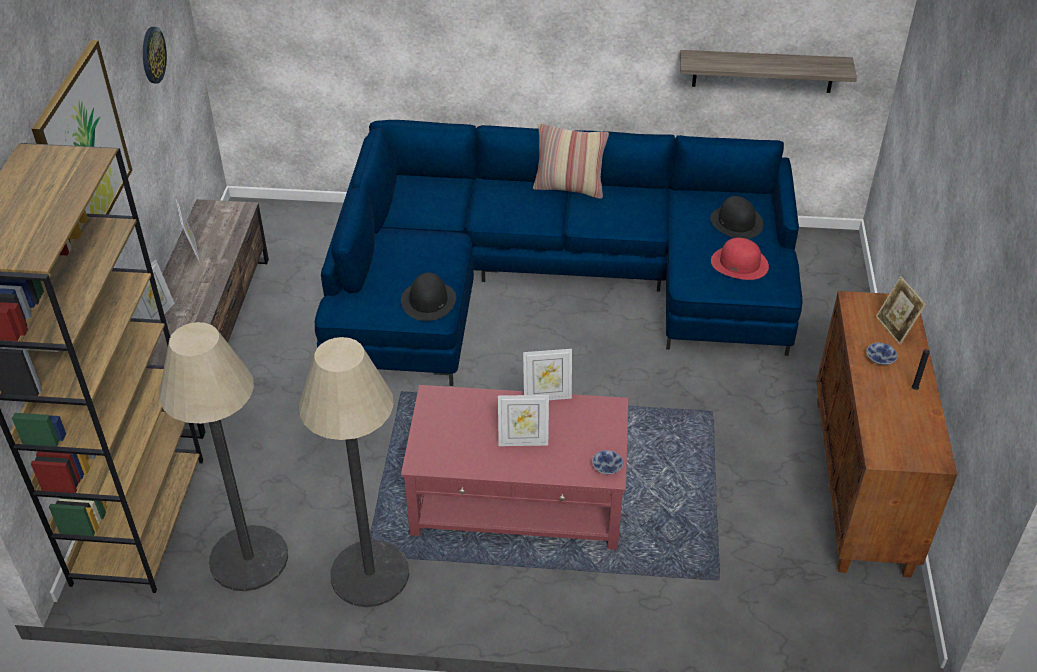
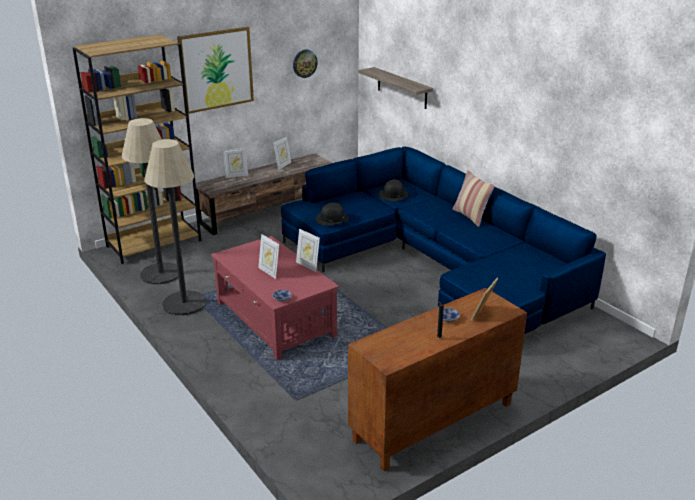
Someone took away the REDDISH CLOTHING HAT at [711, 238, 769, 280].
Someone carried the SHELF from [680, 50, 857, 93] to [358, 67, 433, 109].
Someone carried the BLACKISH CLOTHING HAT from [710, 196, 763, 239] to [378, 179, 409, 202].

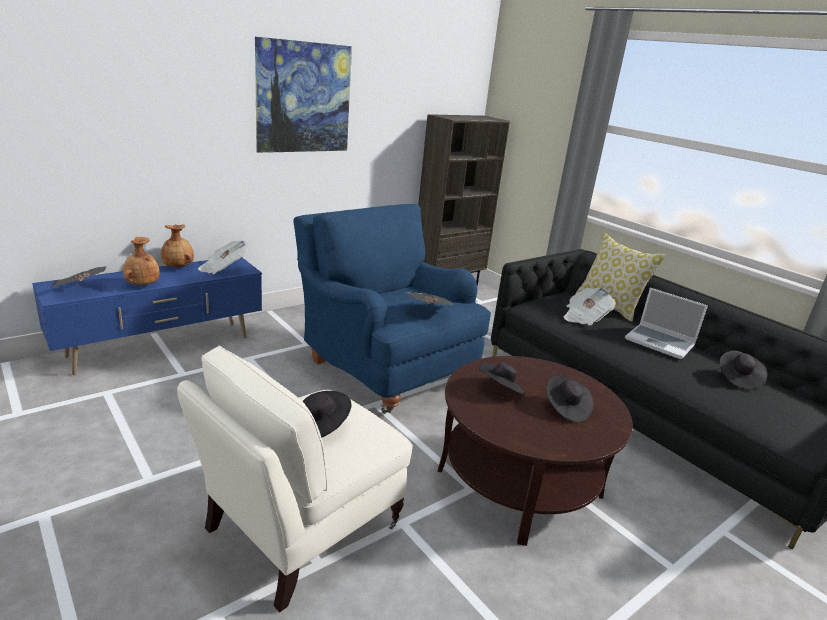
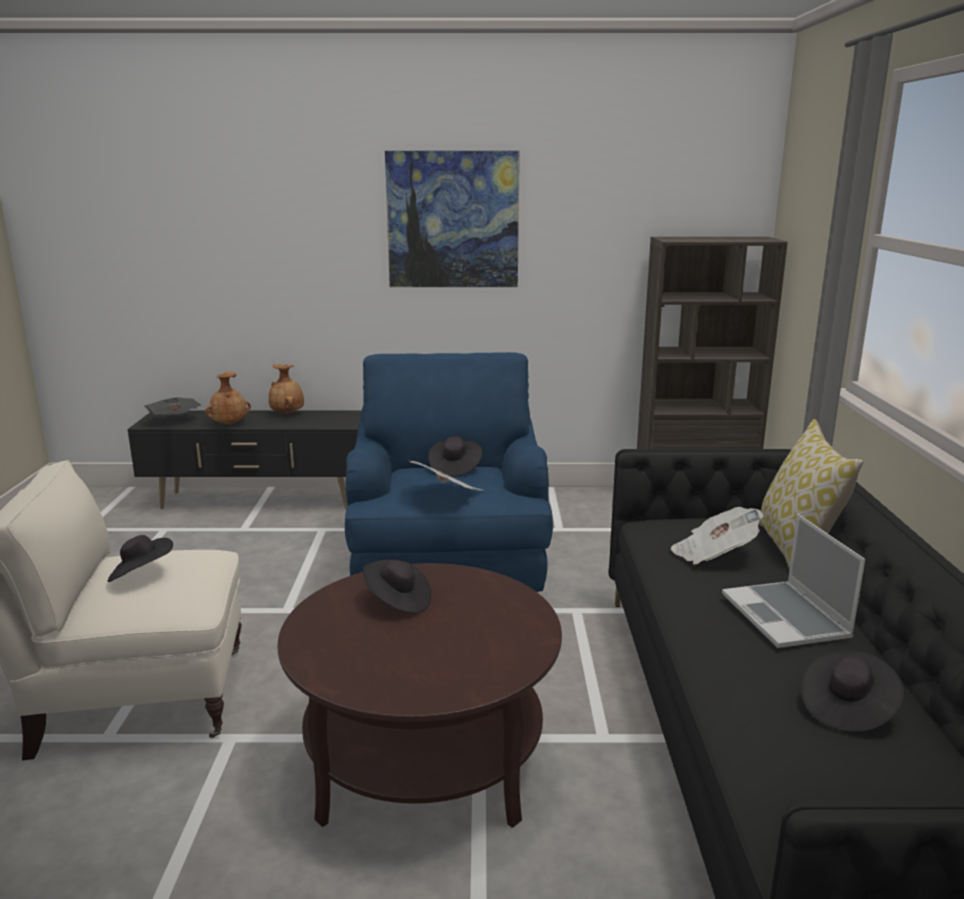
Someone took away the NEWSPAPER at [198, 241, 247, 274].
Someone carried the BLACKISH CLOTHING HAT from [546, 376, 593, 423] to [428, 436, 482, 477].
Someone repainted the BLUE-COLOURED TV STAND at [32, 257, 262, 375], which became the BLACKISH TV STAND at [128, 411, 361, 509].

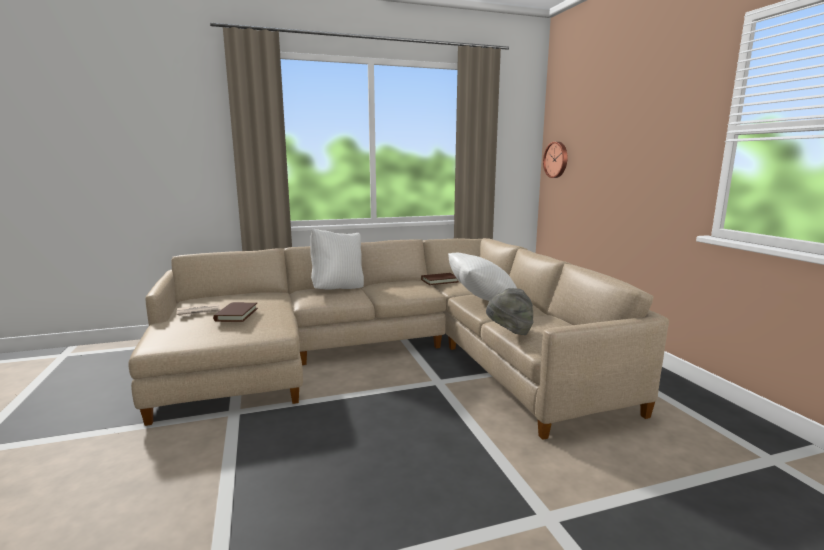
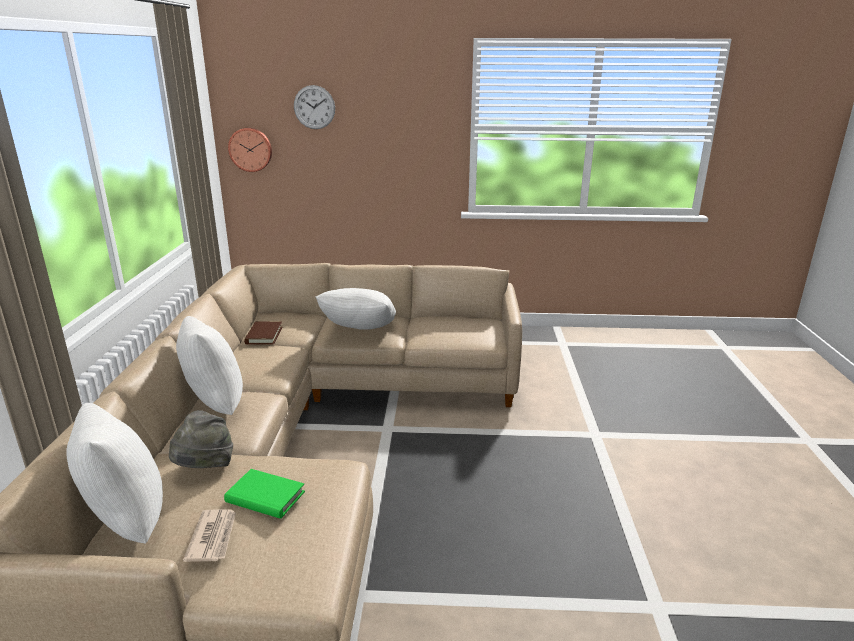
Someone put down the WHITISH THROW PILLOW at [66, 403, 163, 543].
Someone put up the CLOCK ON THE WALL at [294, 85, 335, 129].
Someone carried the GREY CLOTHING HAT from [486, 288, 533, 335] to [169, 410, 233, 468].
Someone repainted the BROWN VOLUME at [213, 302, 258, 322], which became the GREEN VOLUME at [224, 469, 305, 519].

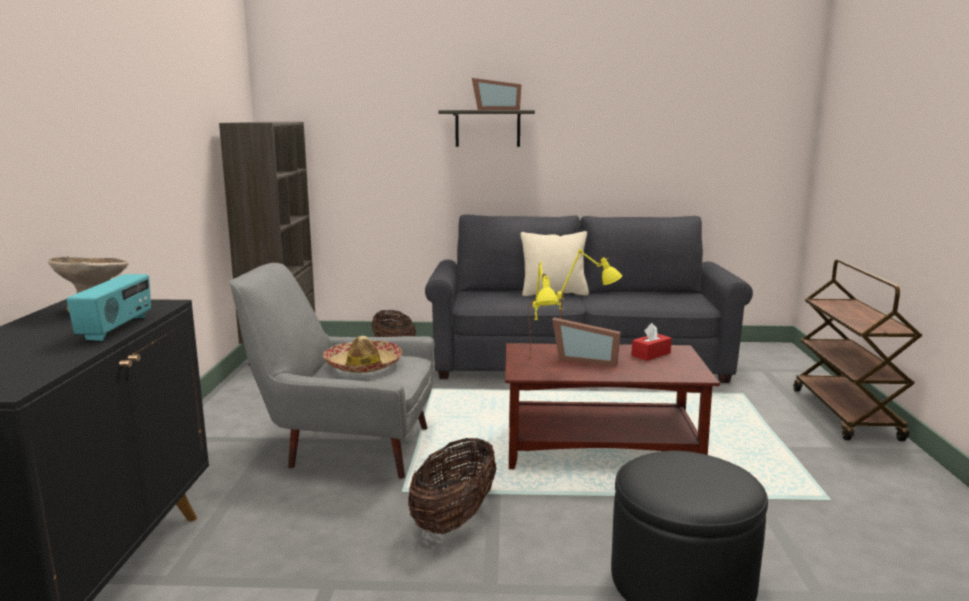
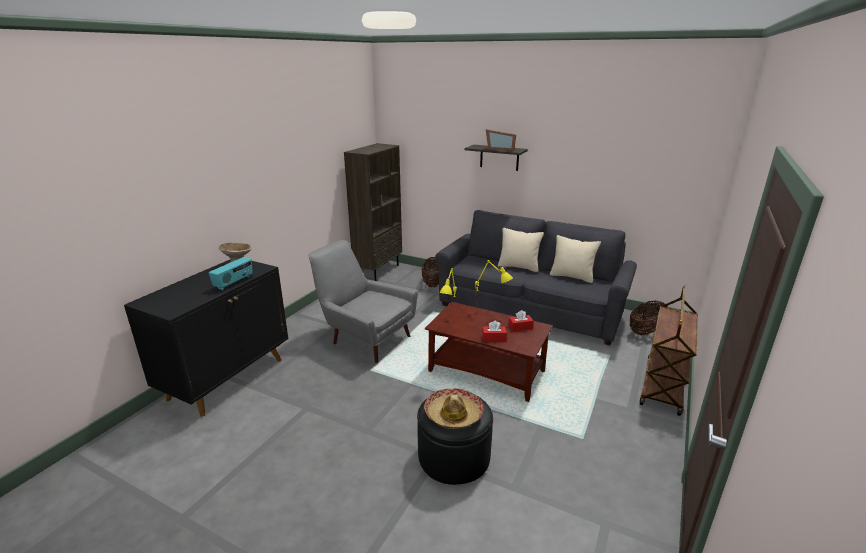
Someone took away the STANDING FRAME at [552, 317, 621, 366].
Someone put down the REDDISH TISSUE BOX at [482, 321, 507, 341].
Someone put down the BEIGE THROW PILLOW at [550, 235, 601, 283].
Someone carried the CLOTHING HAT from [323, 336, 402, 373] to [424, 388, 483, 429].
Someone carried the HOUSEHOLD BASKET from [408, 438, 496, 534] to [629, 301, 668, 335].

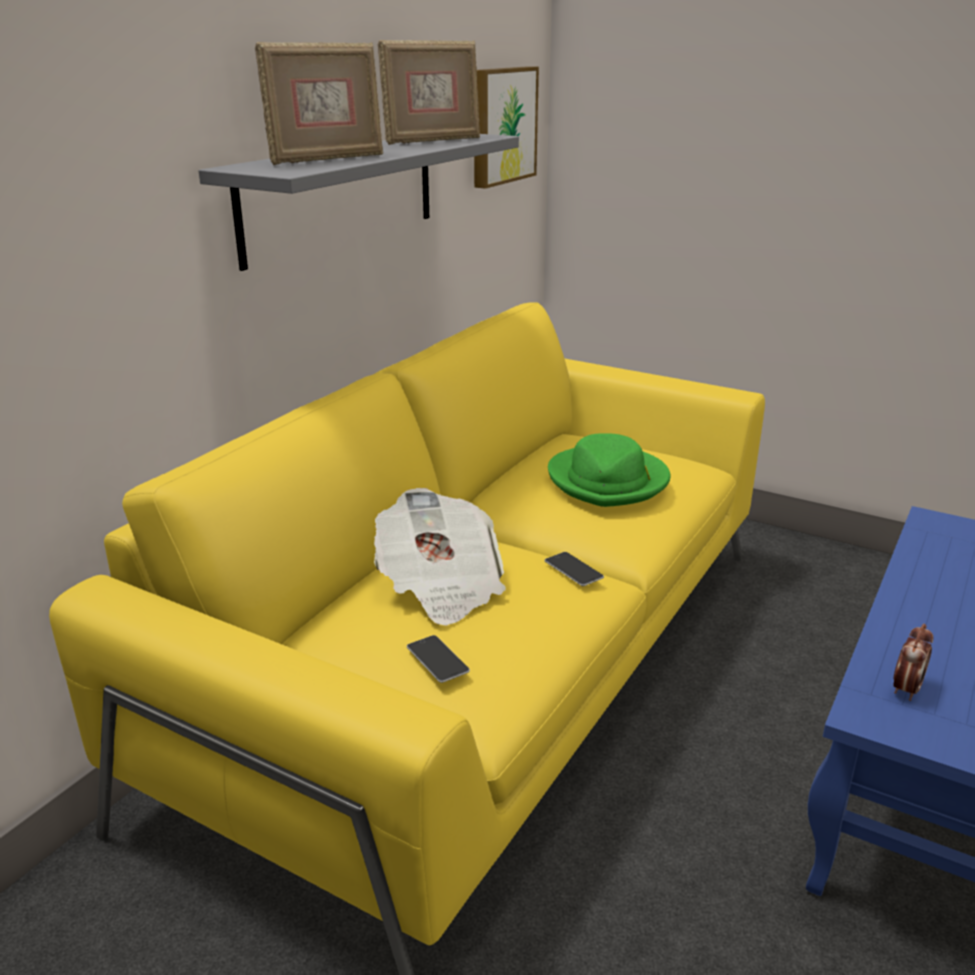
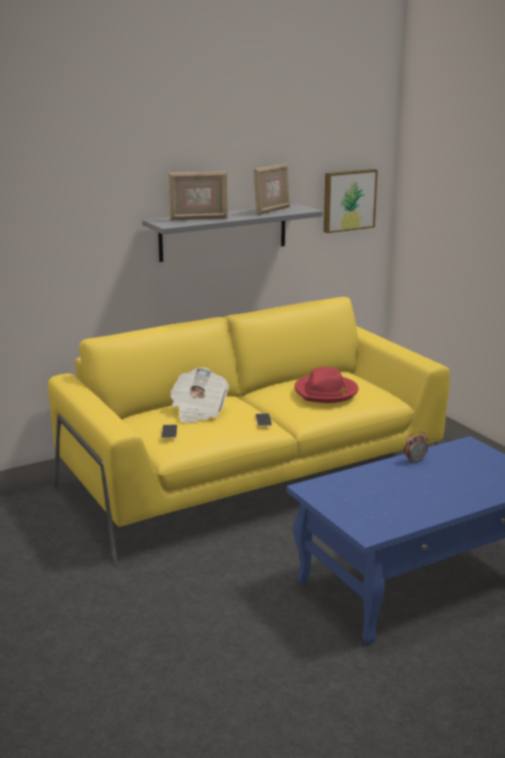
Someone carried the TABLE CLOCK from [894, 623, 933, 701] to [404, 431, 428, 463].
Someone repainted the GREEN CLOTHING HAT at [548, 433, 671, 507], which became the REDDISH CLOTHING HAT at [294, 367, 358, 403].
Someone rotated the STANDING FRAME at [378, 40, 480, 145] by 45 degrees counterclockwise.

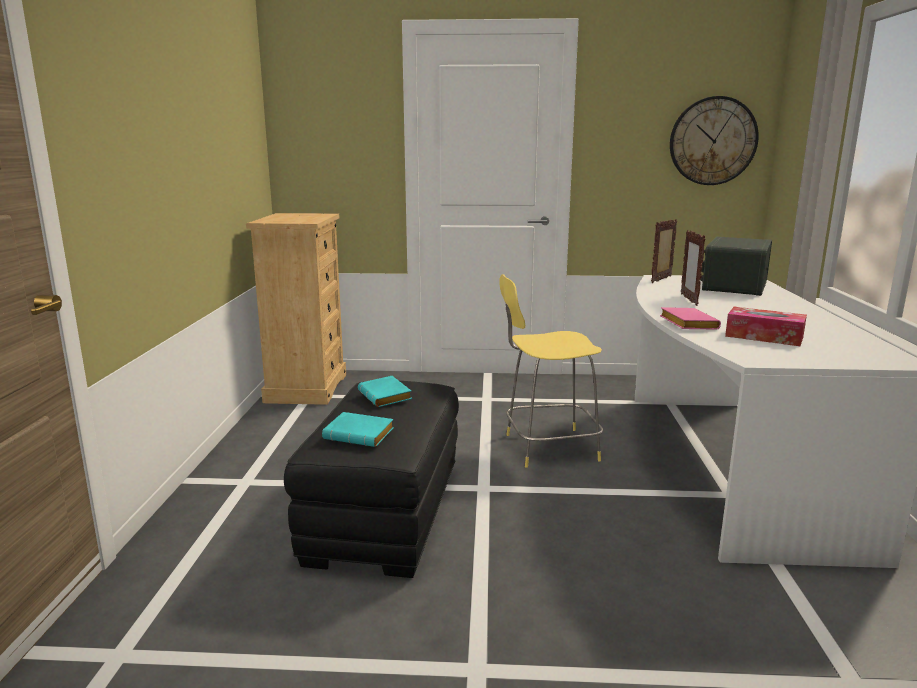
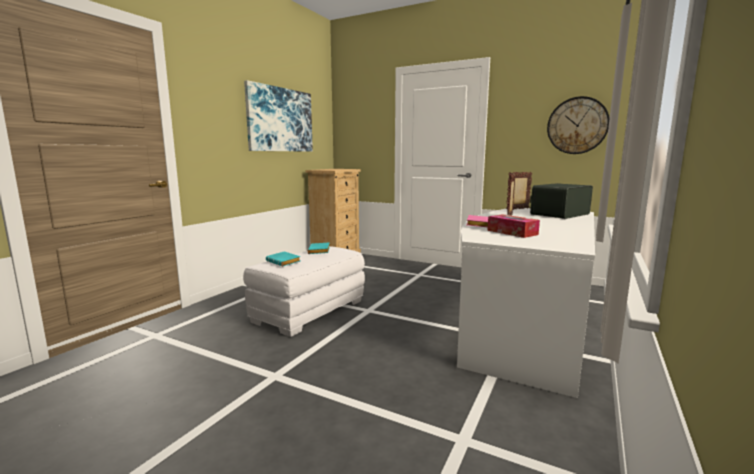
Someone took away the YELLOW-COLOURED STOOL SEAT at [499, 274, 603, 468].
Someone put up the WALL PICTURE at [244, 80, 313, 152].
Someone repainted the BLACKISH OTTOMAN at [284, 381, 459, 578], which became the WHITISH OTTOMAN at [243, 246, 365, 337].

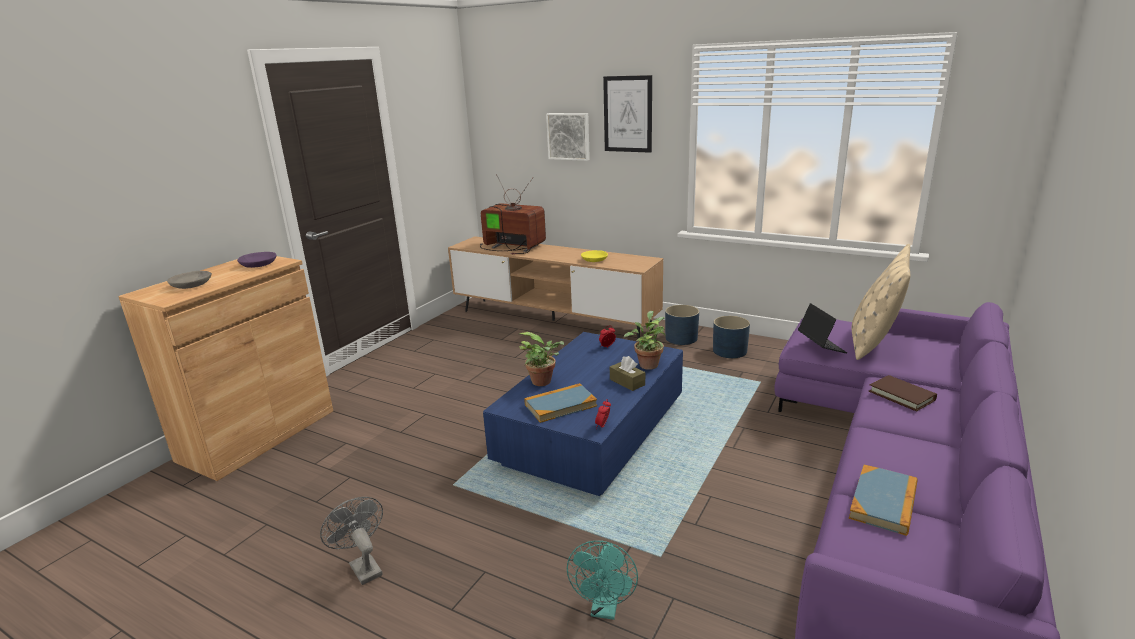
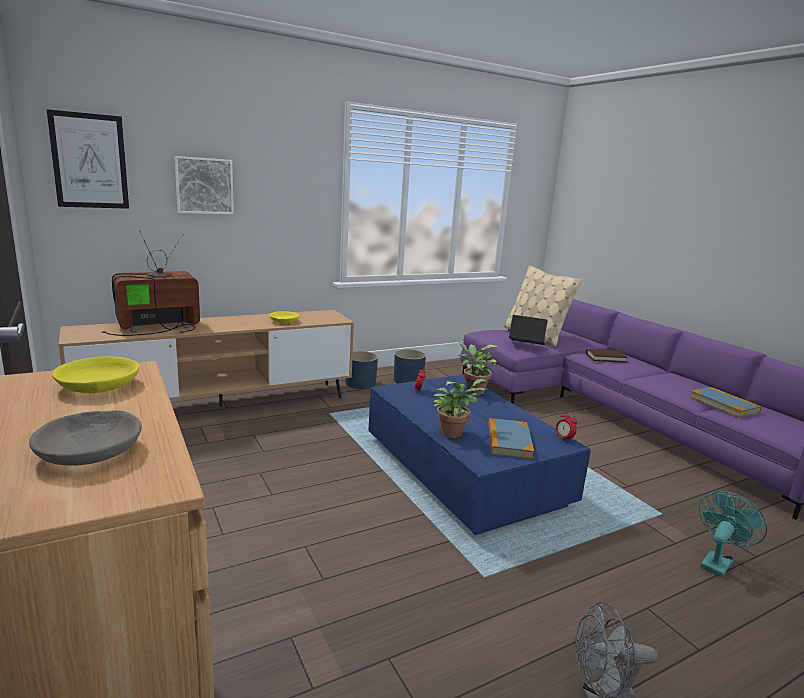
Someone took away the BROWN TISSUE BOX at [610, 356, 645, 391].
Someone carried the WALL PICTURE from [603, 75, 652, 153] to [47, 109, 129, 209].
Someone repainted the PURPLE DEEP DISH at [237, 252, 276, 268], which became the YELLOW-COLOURED DEEP DISH at [52, 356, 139, 393].
Someone rotated the TURQUOISE COOLING FAN at [567, 541, 638, 620] by 90 degrees counterclockwise.

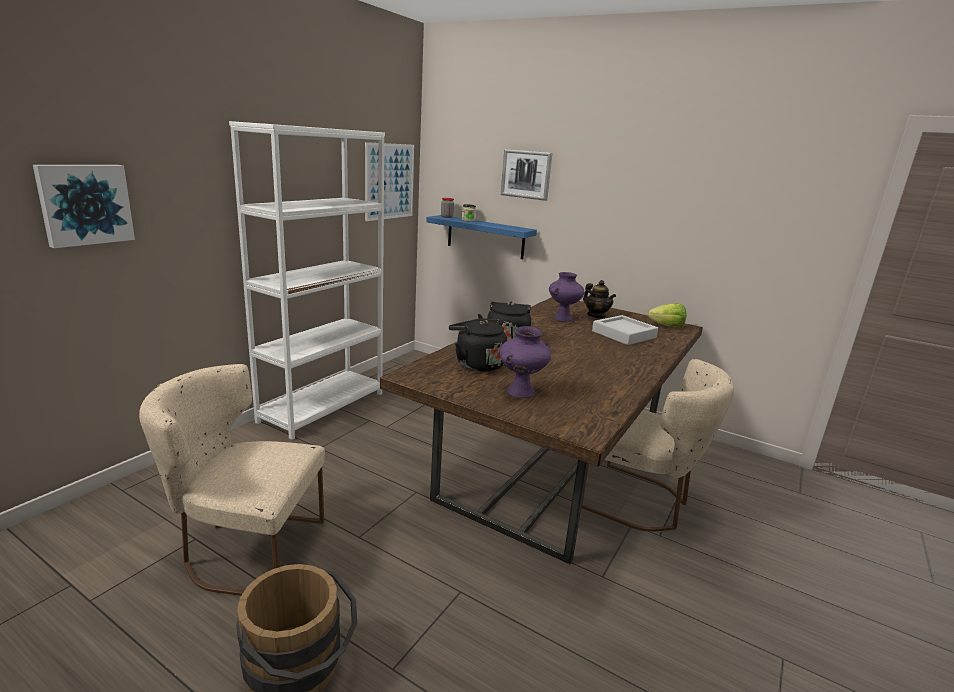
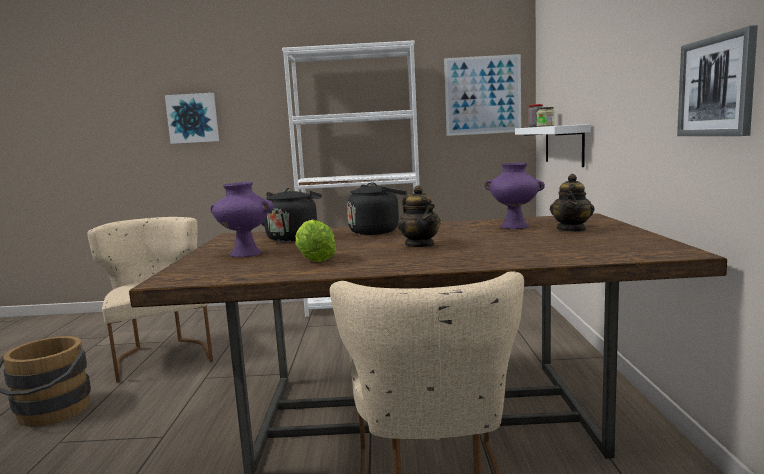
Someone took away the GREY TRAY at [592, 315, 658, 345].
Someone put down the TEAPOT at [398, 186, 440, 247].
Someone carried the WALL PICTURE from [501, 149, 552, 201] to [677, 25, 758, 136].
Someone carried the LETTUCE from [647, 303, 687, 327] to [296, 219, 336, 262].
Someone repainted the BLUE-COLOURED SHELF at [426, 215, 537, 259], which became the WHITISH SHELF at [515, 124, 591, 167].

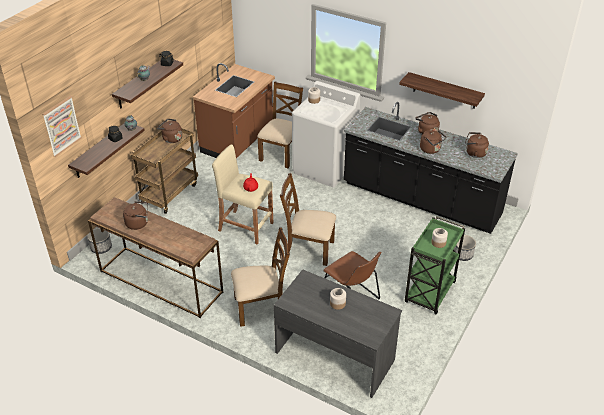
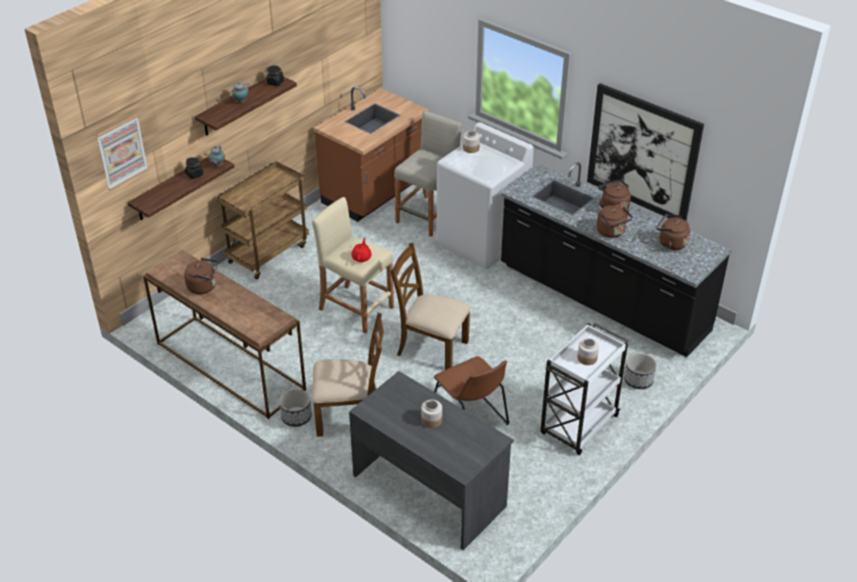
Someone took away the BROWN WATER KETTLE at [157, 119, 182, 143].
Someone carried the PLANT POT from [87, 228, 112, 254] to [279, 389, 312, 427].
Someone swapped the BROWN CHAIR at [257, 82, 303, 168] for the BEIGE STOOL SEAT at [394, 110, 462, 237].
Someone swapped the SHELF at [399, 72, 485, 109] for the WALL PICTURE at [587, 83, 704, 221].
Someone repainted the GREEN TROLLEY at [405, 217, 465, 315], which became the WHITISH TROLLEY at [541, 323, 629, 455].

